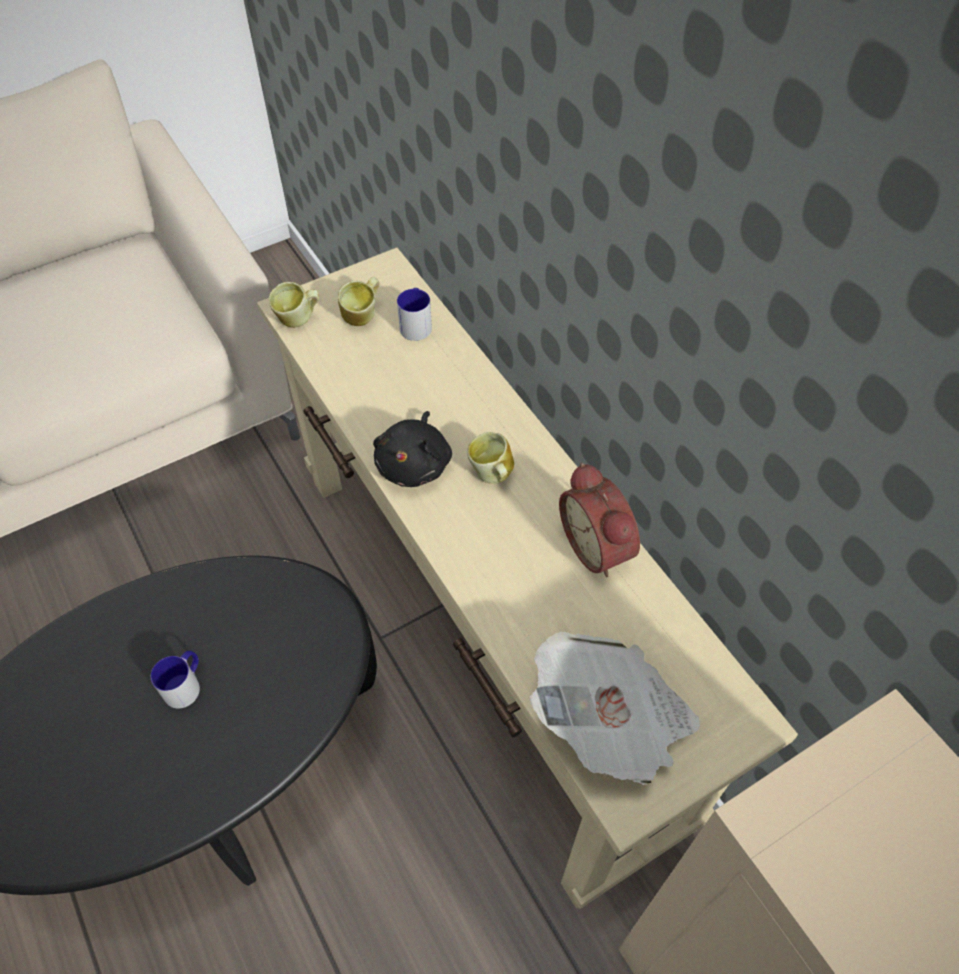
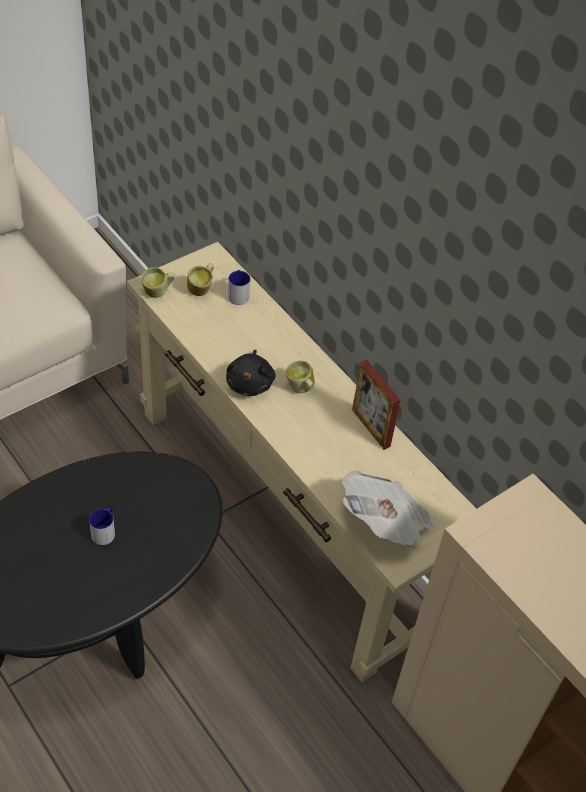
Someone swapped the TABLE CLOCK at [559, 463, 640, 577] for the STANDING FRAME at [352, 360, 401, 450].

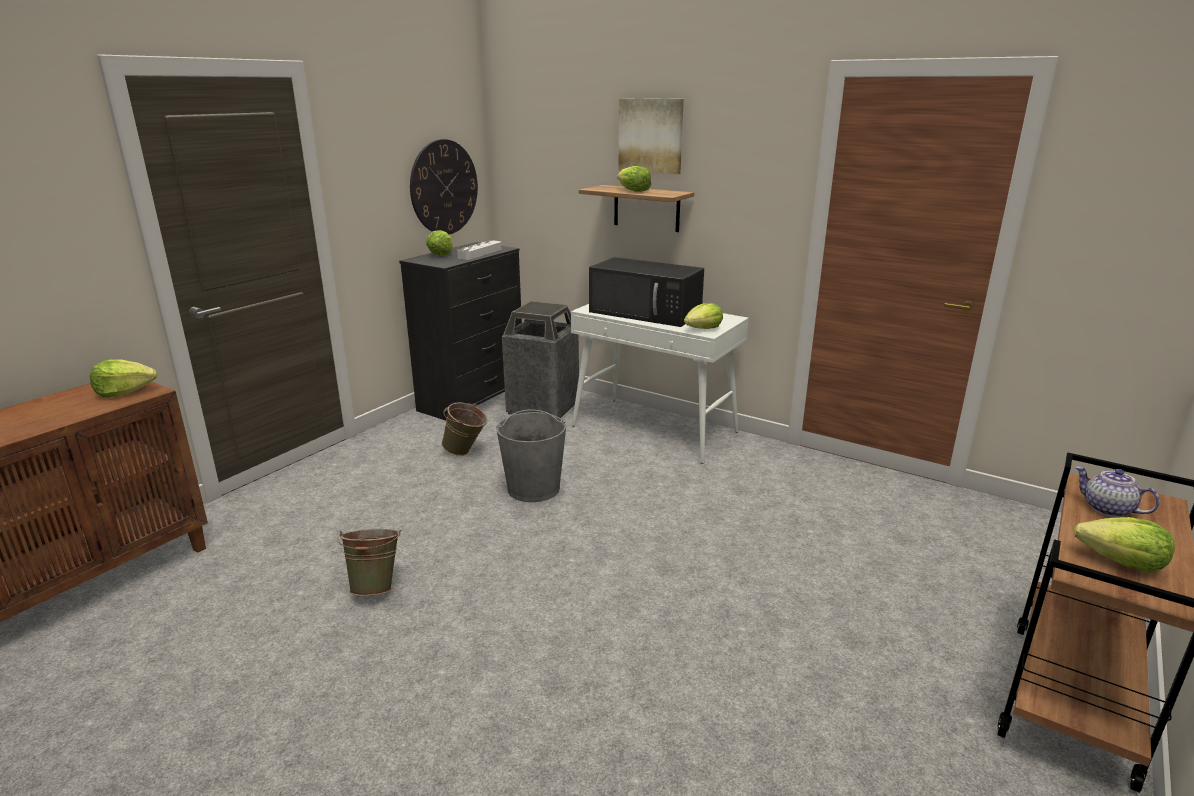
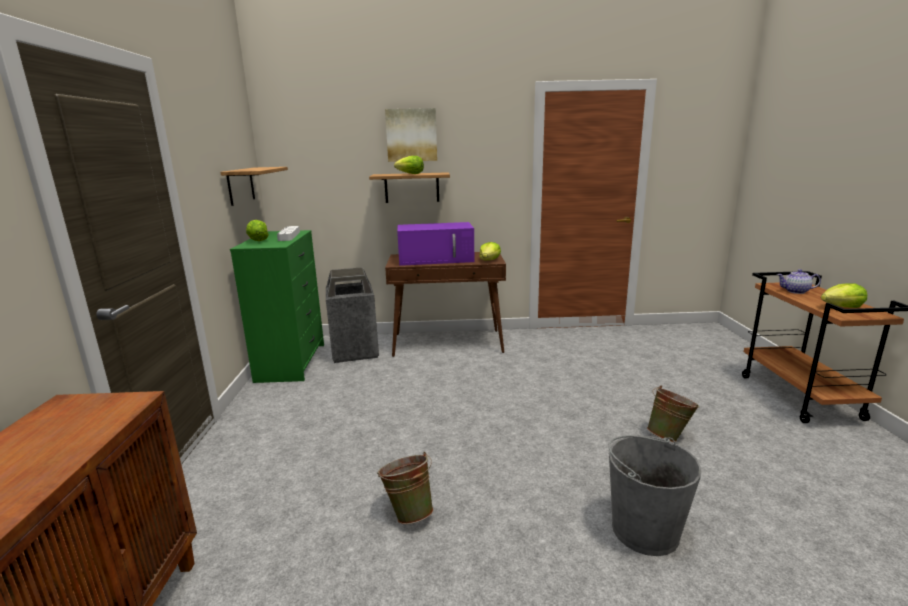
Someone took away the LETTUCE at [90, 359, 157, 398].
Someone carried the GREEN WATER BUCKET from [442, 402, 488, 456] to [647, 385, 699, 442].
Someone carried the GREY WATER BUCKET from [496, 410, 566, 502] to [608, 435, 701, 556].
Someone swapped the CLOCK ON THE WALL at [410, 139, 478, 234] for the SHELF at [221, 167, 288, 206].
Someone repainted the BLACKISH DRESSER at [399, 242, 522, 420], which became the GREEN DRESSER at [230, 230, 324, 383].
Someone repainted the WHITISH NARROW TABLE at [571, 304, 749, 464], which became the BROWN NARROW TABLE at [385, 252, 506, 357].
Someone repainted the BLACKISH MICROWAVE OVEN at [589, 257, 704, 327], which became the PURPLE MICROWAVE OVEN at [397, 222, 474, 266].

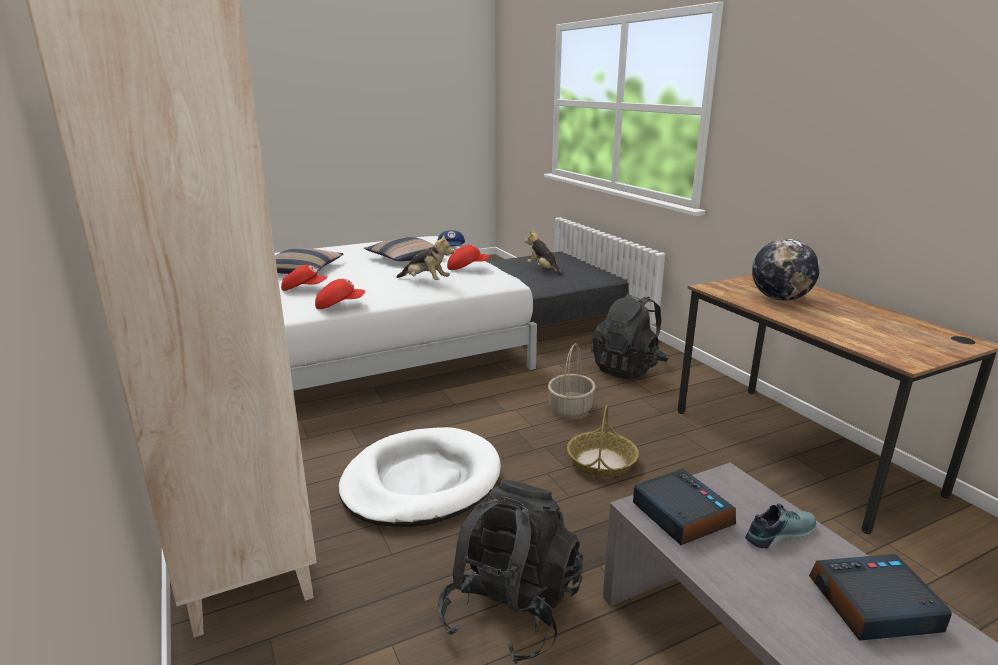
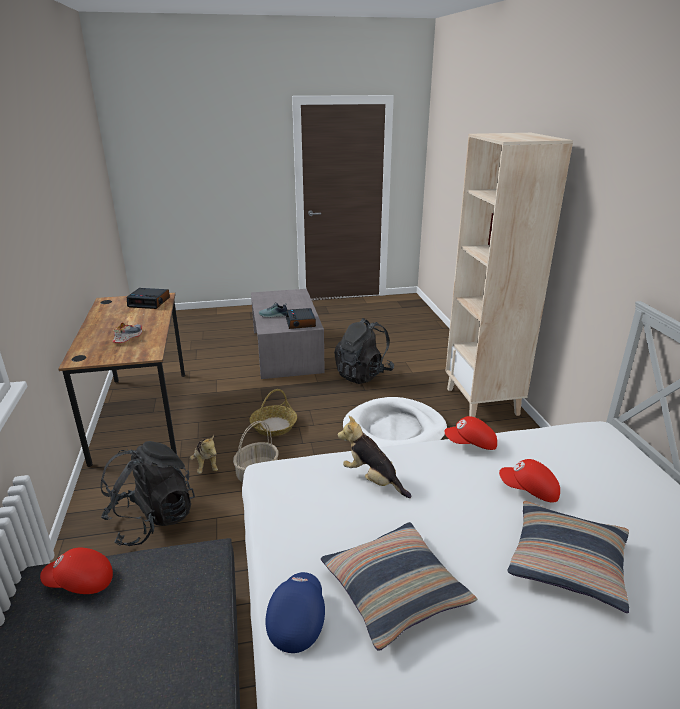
Someone carried the REDDISH BASEBALL CAP from [447, 245, 489, 270] to [40, 548, 113, 594].
Someone carried the CUDDLY TOY from [525, 230, 564, 276] to [190, 435, 218, 474].
Someone carried the TABLE CLOCK from [809, 554, 952, 641] to [127, 288, 170, 309].
Someone swapped the GLOBE at [752, 238, 820, 301] for the ITEM OF FOOTWEAR at [112, 323, 142, 343].

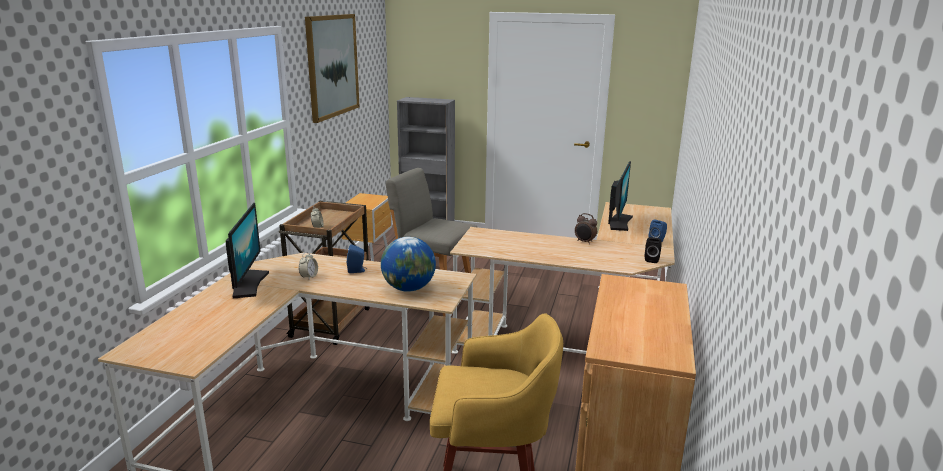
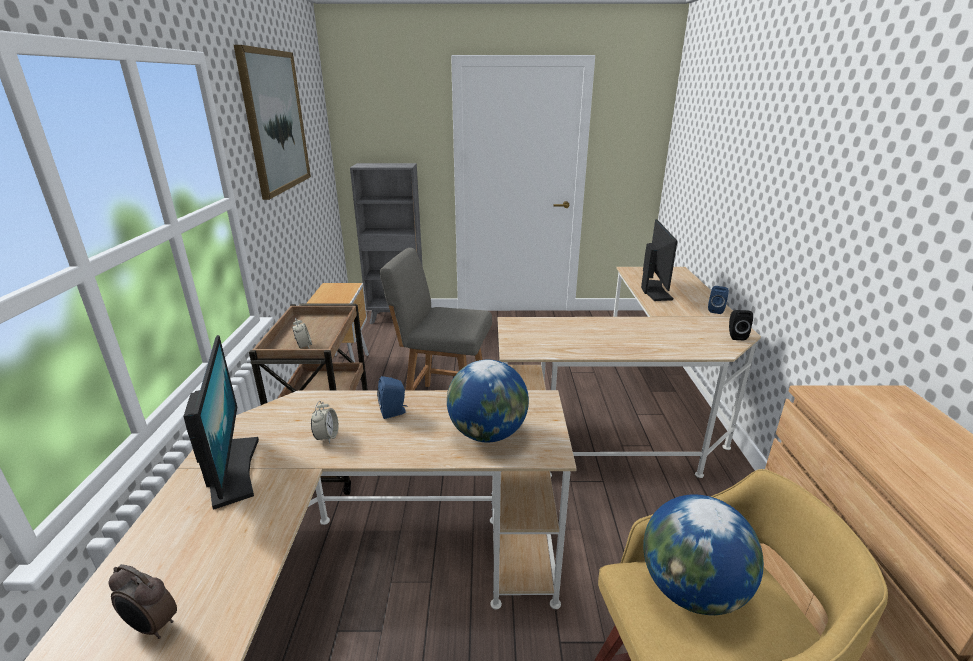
Someone put down the GLOBE at [643, 494, 764, 615].
Someone carried the TABLE CLOCK from [575, 213, 597, 244] to [108, 564, 177, 639].

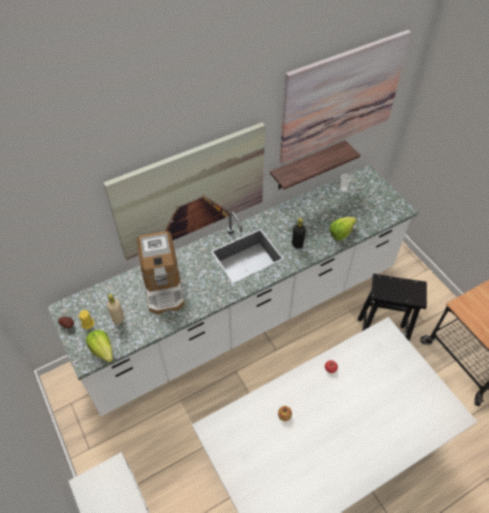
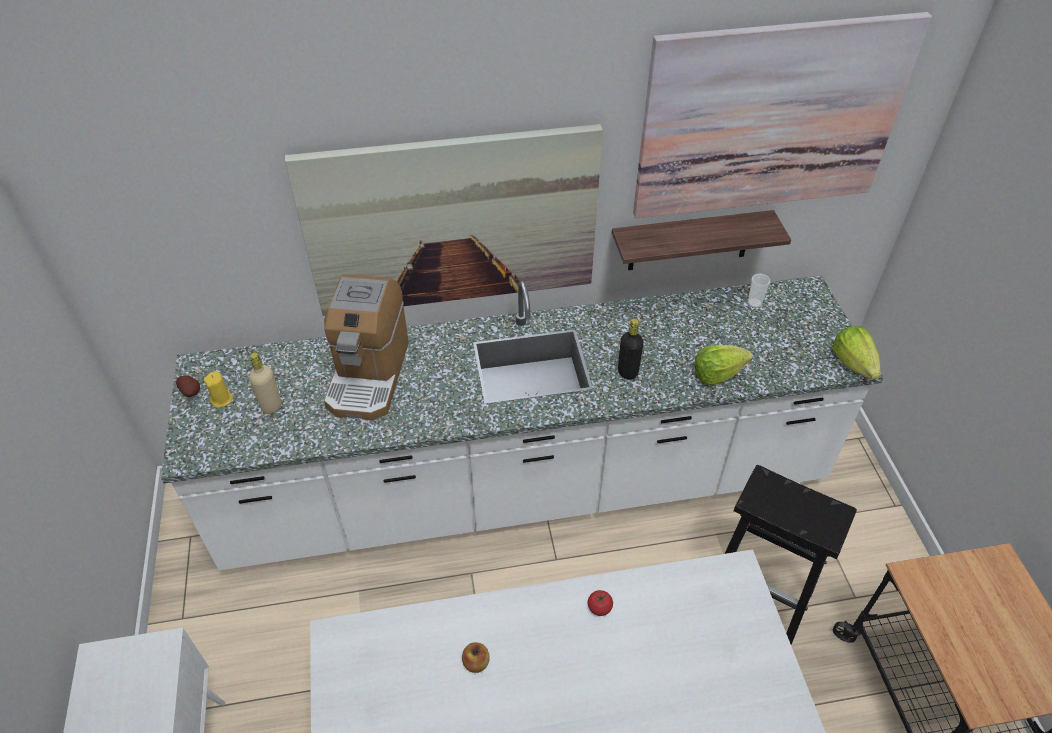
Someone carried the LETTUCE from [86, 330, 113, 363] to [832, 326, 881, 379].

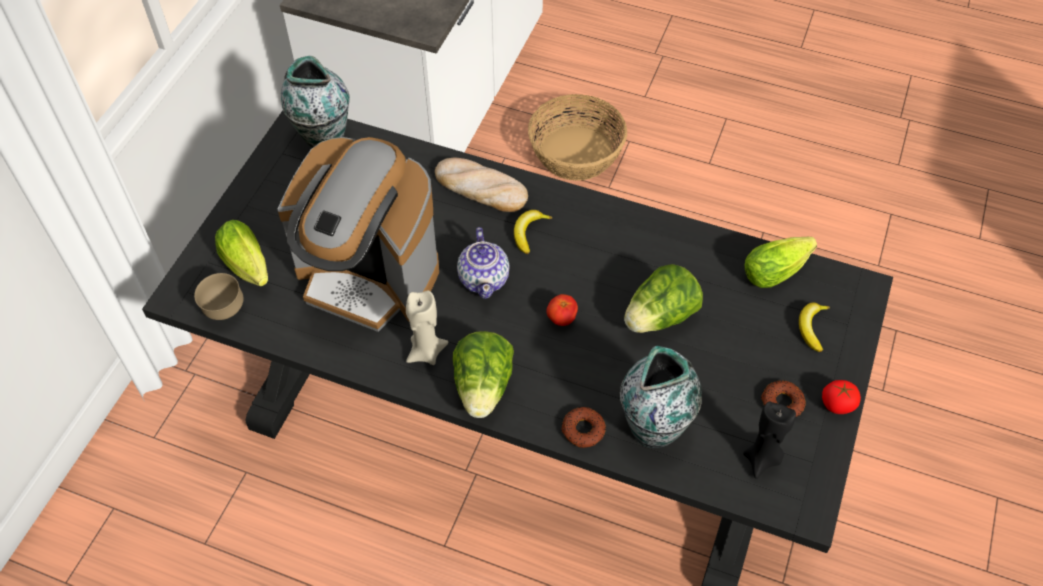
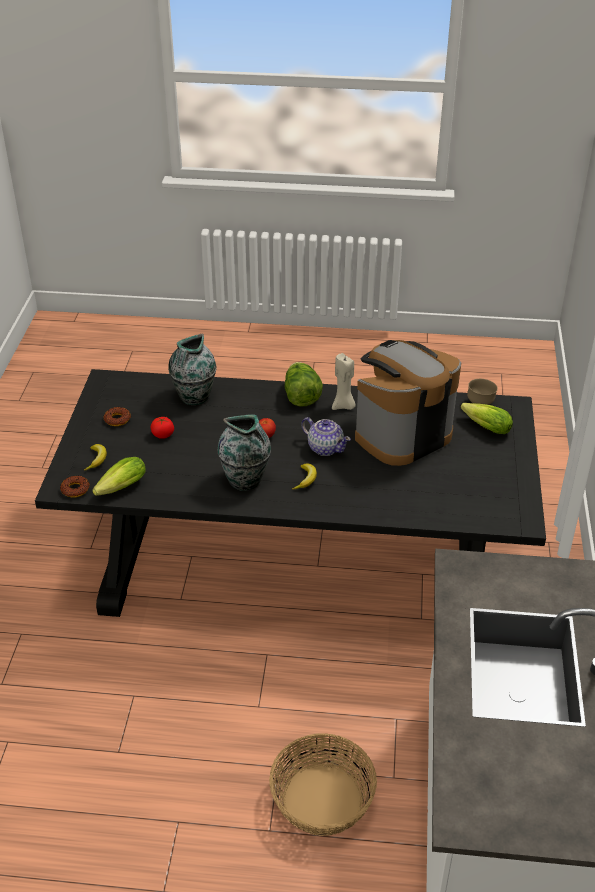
Someone took away the BREAD at [435, 157, 528, 212].
Someone took away the LETTUCE at [624, 264, 703, 333].
Someone took away the BLACKISH WAX CANDLE at [743, 402, 796, 479].
Someone carried the DECORATIVE VASE from [281, 56, 350, 148] to [218, 414, 271, 491].
Someone carried the DOUGHNUT from [561, 407, 606, 448] to [60, 476, 90, 498].
Someone carried the FRESH TOMATO from [822, 380, 861, 414] to [151, 417, 174, 439].
Someone rotated the COFFEE MAKER at [278, 137, 439, 332] by 45 degrees counterclockwise.
Someone rotated the TEAPOT at [457, 227, 509, 299] by 150 degrees clockwise.

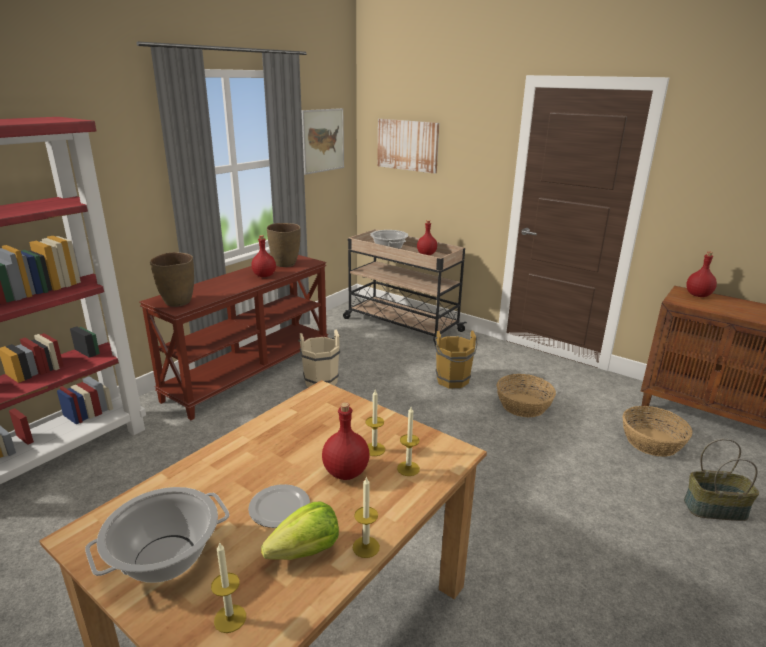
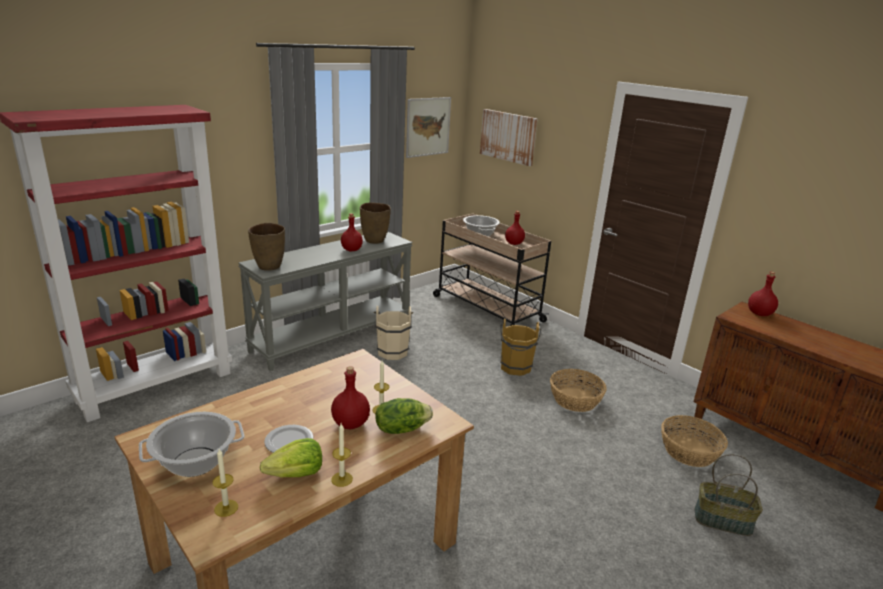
Someone swapped the WAX CANDLE at [397, 407, 420, 476] for the LETTUCE at [375, 398, 433, 434].
Someone repainted the BROWN NARROW TABLE at [139, 255, 328, 420], which became the GREY NARROW TABLE at [238, 231, 413, 371].

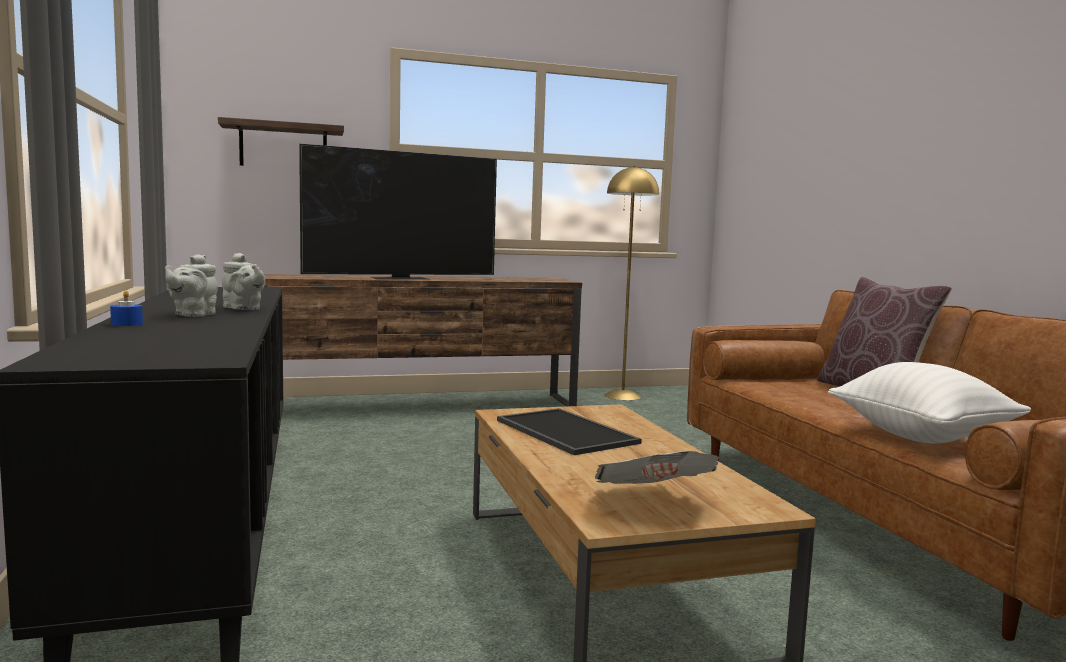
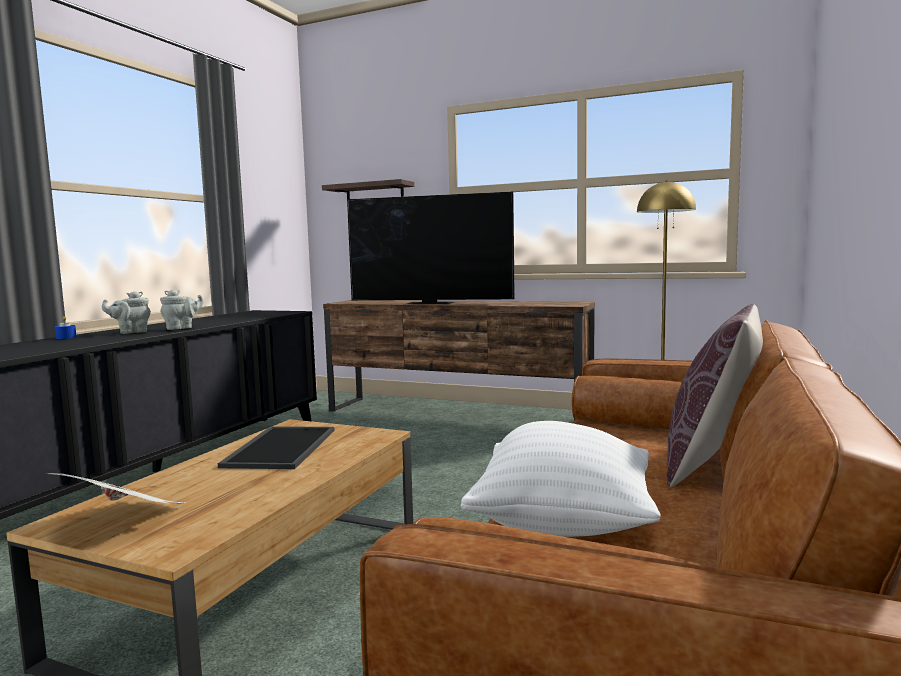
Someone rotated the GREY TEAPOT at [222, 253, 266, 310] by 120 degrees counterclockwise.

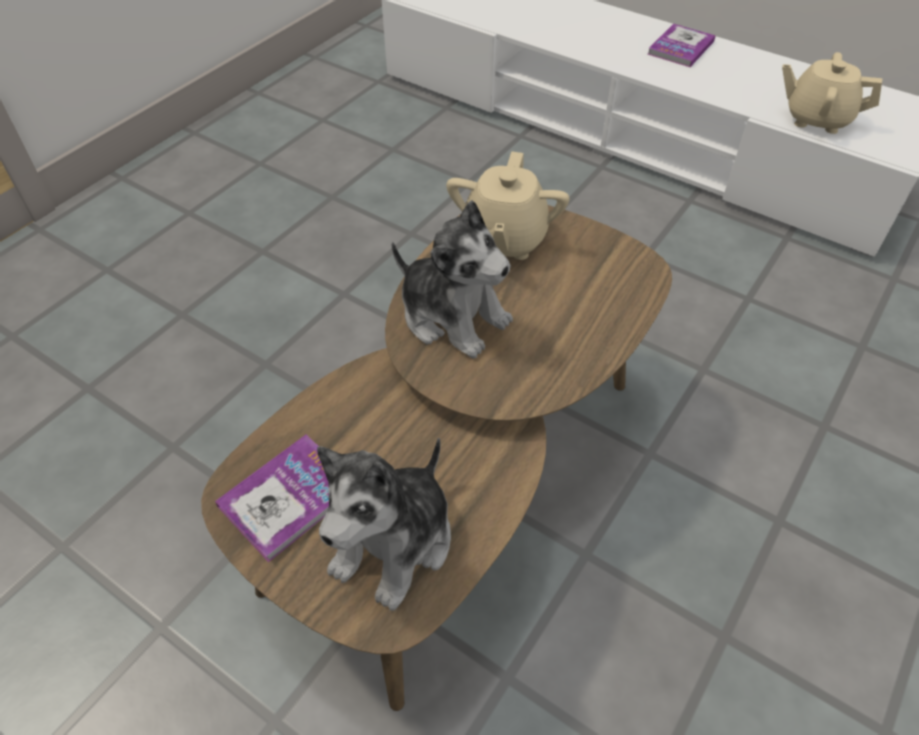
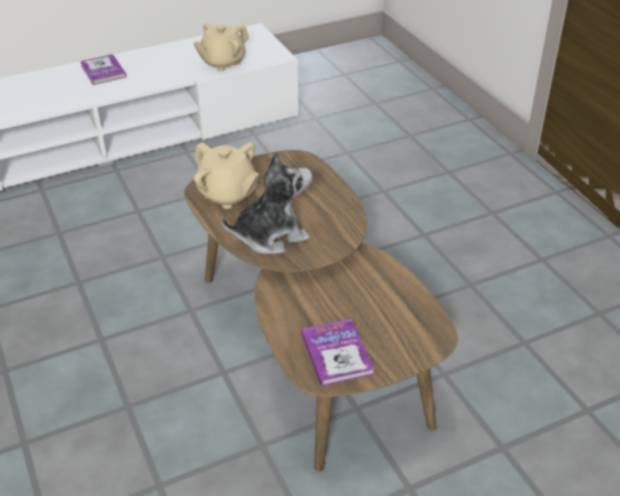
Someone took away the CUDDLY TOY at [317, 438, 451, 611].

